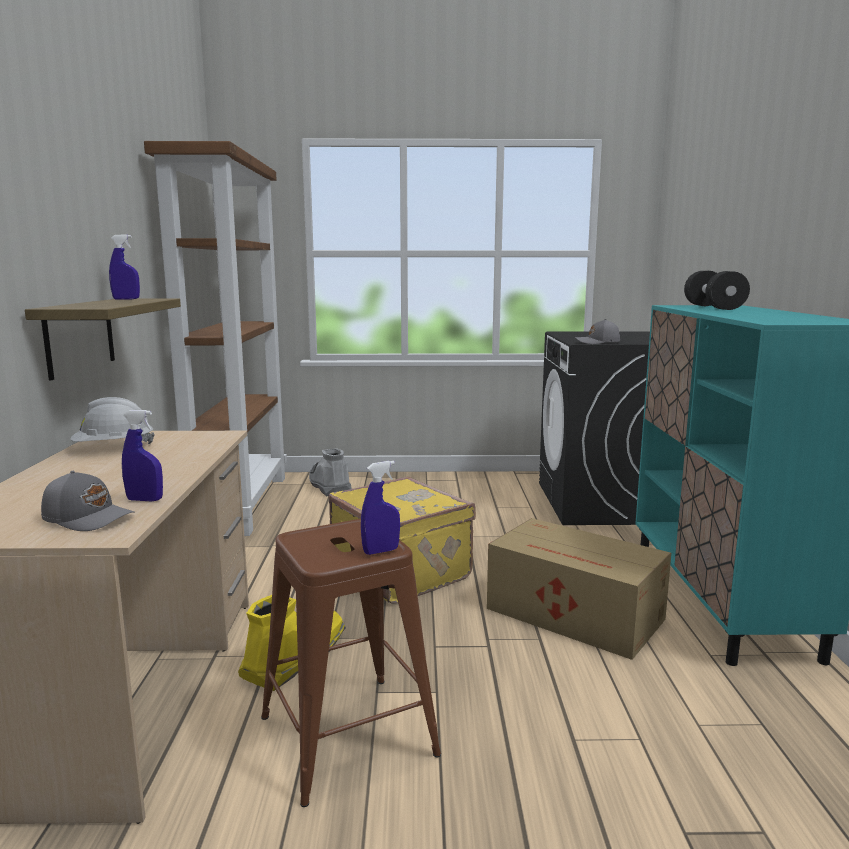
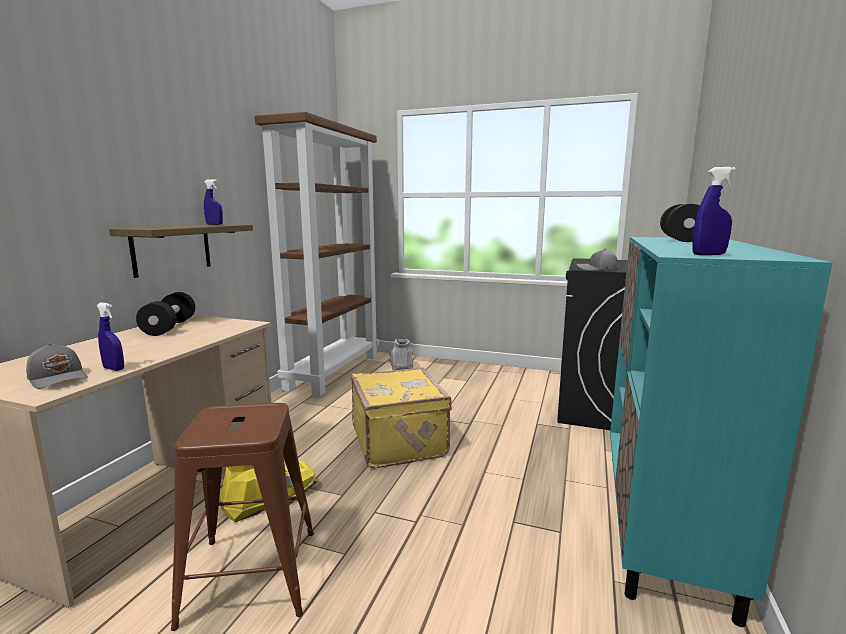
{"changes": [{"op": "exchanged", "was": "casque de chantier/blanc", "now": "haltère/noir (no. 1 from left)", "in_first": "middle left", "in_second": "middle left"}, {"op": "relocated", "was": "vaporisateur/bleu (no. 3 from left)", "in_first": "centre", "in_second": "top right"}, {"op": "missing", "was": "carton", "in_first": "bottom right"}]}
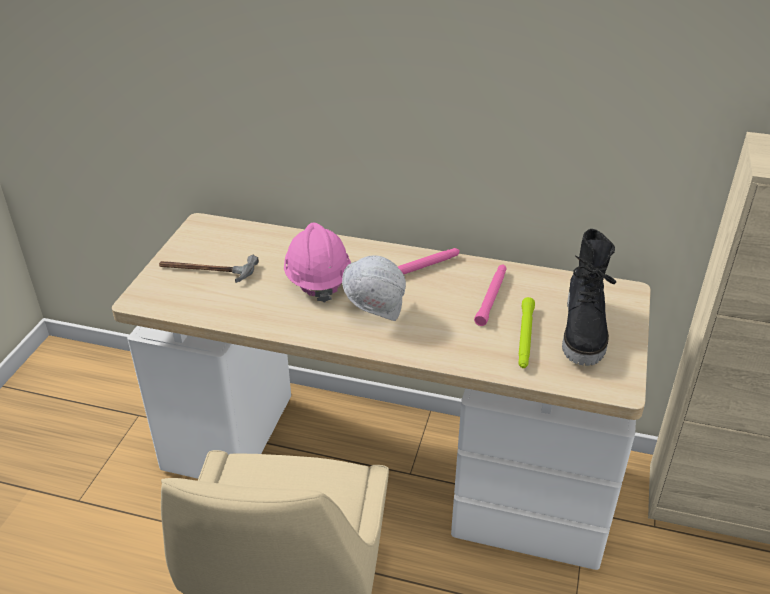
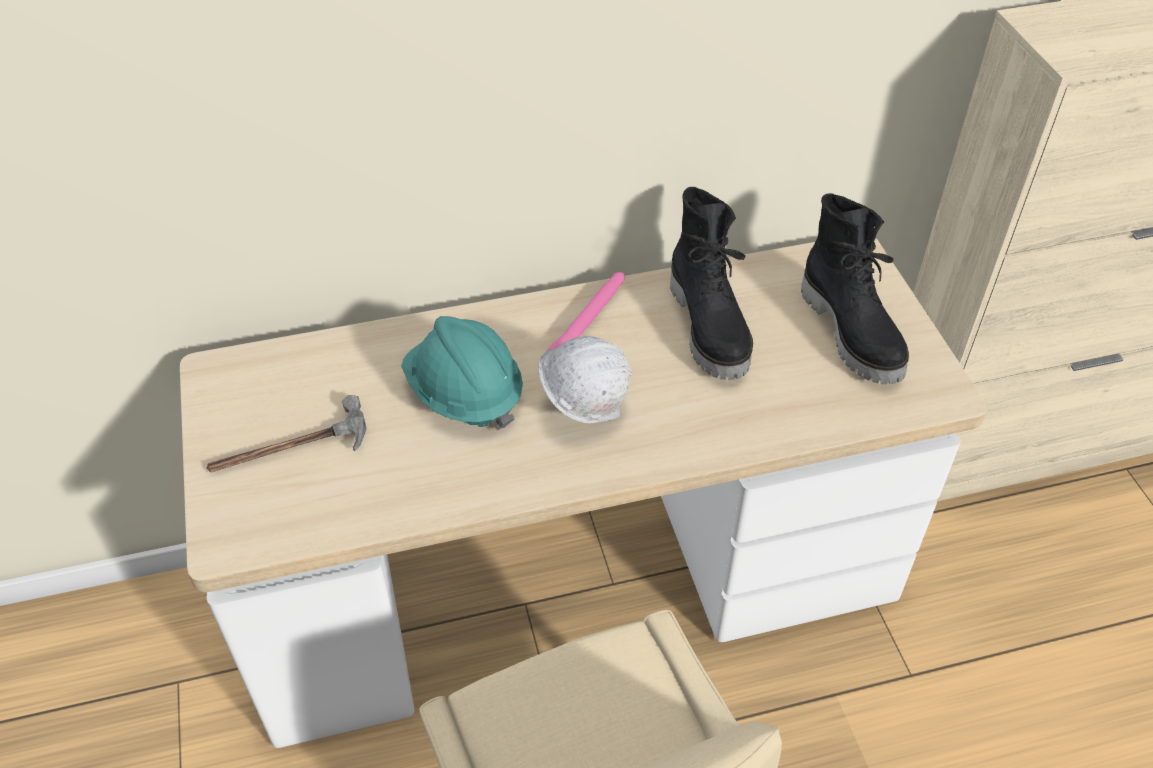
{"changes": [{"op": "colour", "was": "casque de chantier/rose", "now": "casque de chantier/turquoise", "in_first": "centre", "in_second": "centre"}, {"op": "exchanged", "was": "lampe de poche/rose (no. 2 from left)", "now": "botte/noir (no. 1 from left)", "in_first": "centre", "in_second": "centre"}, {"op": "missing", "was": "lampe de poche/vert", "in_first": "middle right"}]}
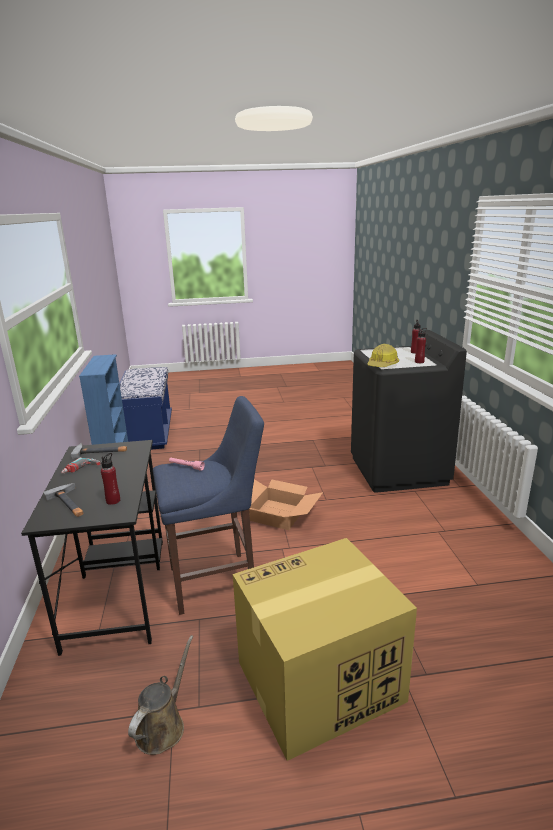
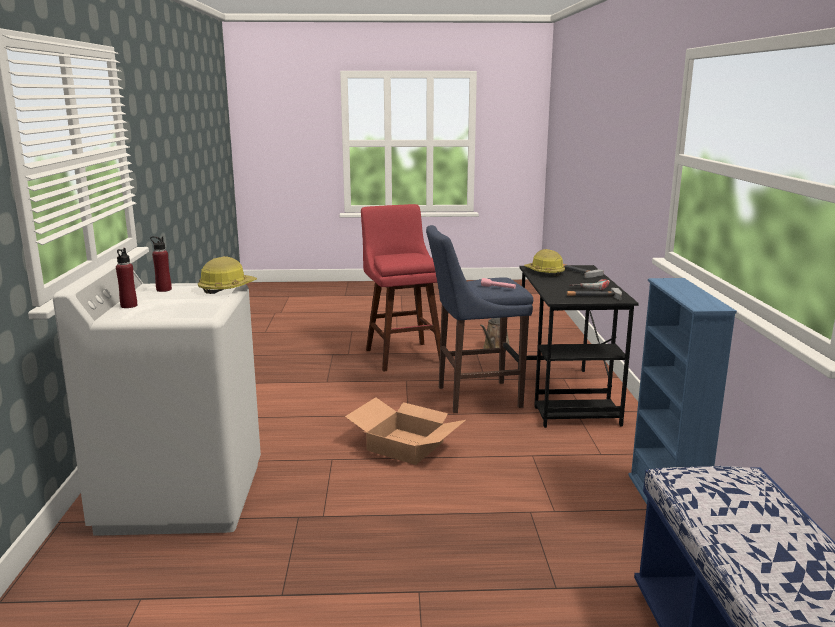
{"changes": [{"op": "exchanged", "was": "bouteille/rouge (no. 1 from left)", "now": "casque de chantier (no. 2 from left)", "in_first": "middle left", "in_second": "centre"}, {"op": "exchanged", "was": "carton (no. 2 from left)", "now": "tabouret/rouge", "in_first": "bottom centre", "in_second": "centre"}, {"op": "colour", "was": "lave-linge/noir", "now": "lave-linge/blanc", "in_first": "middle right", "in_second": "middle left"}]}
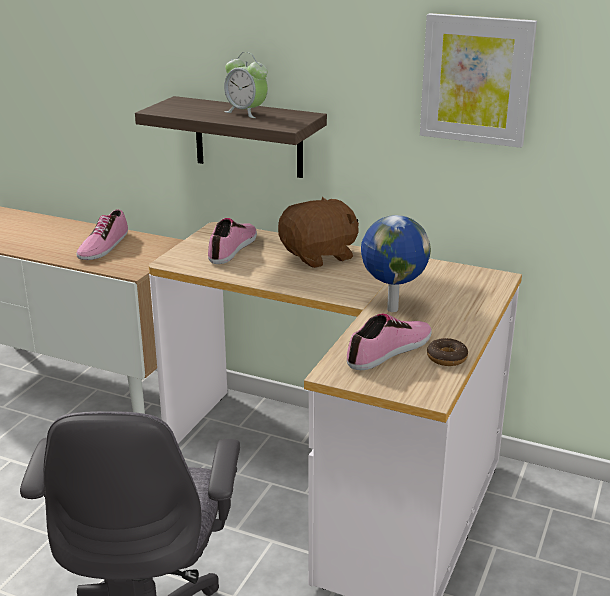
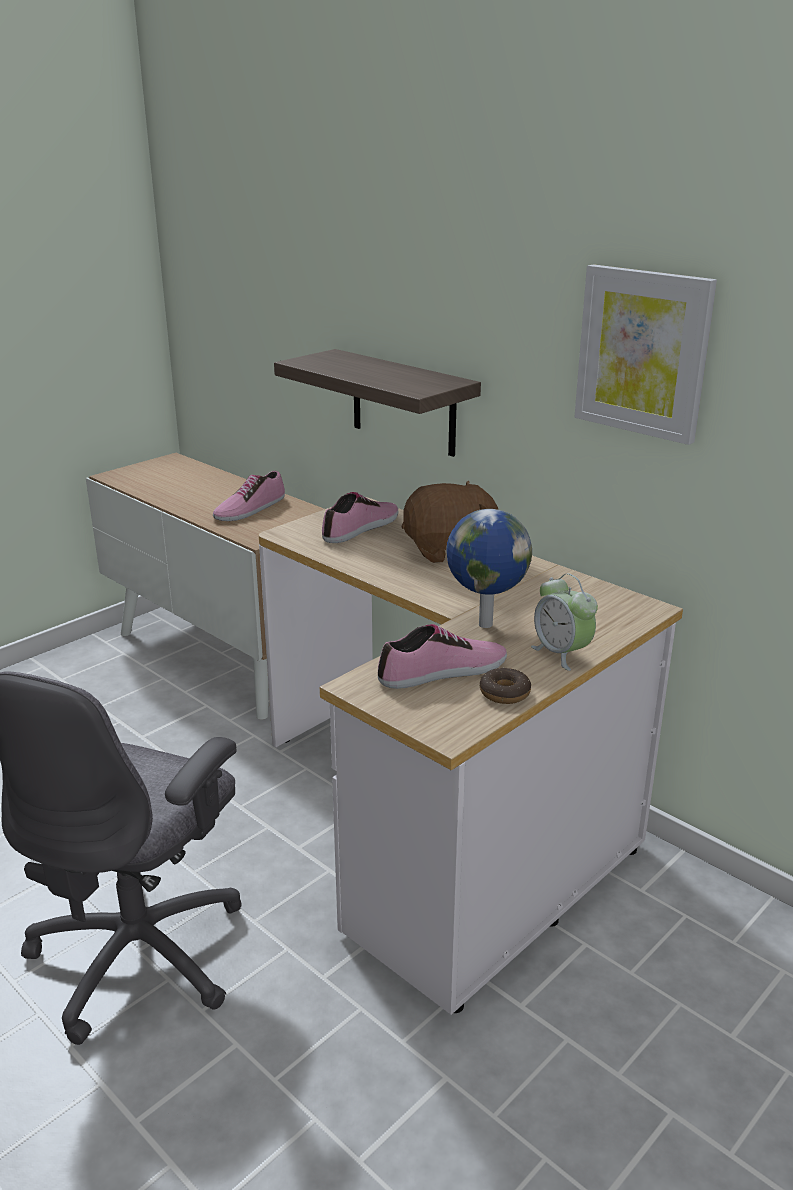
{"changes": [{"op": "relocated", "was": "réveil", "in_first": "top centre", "in_second": "middle right"}]}
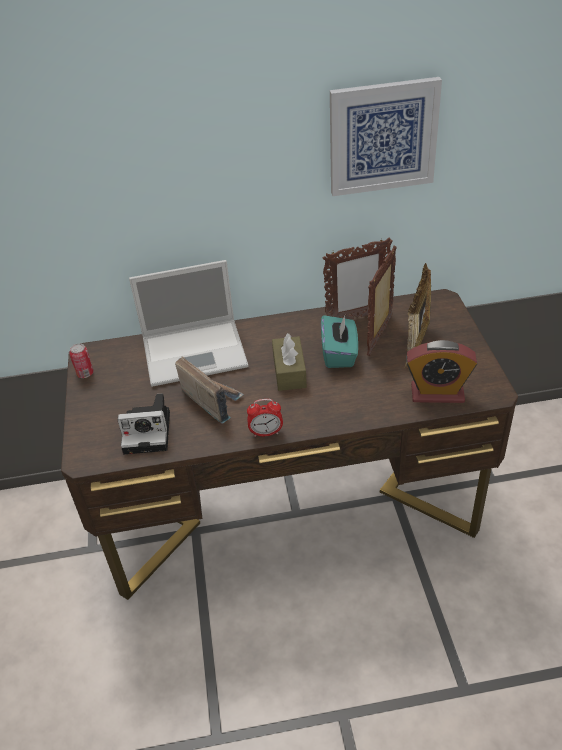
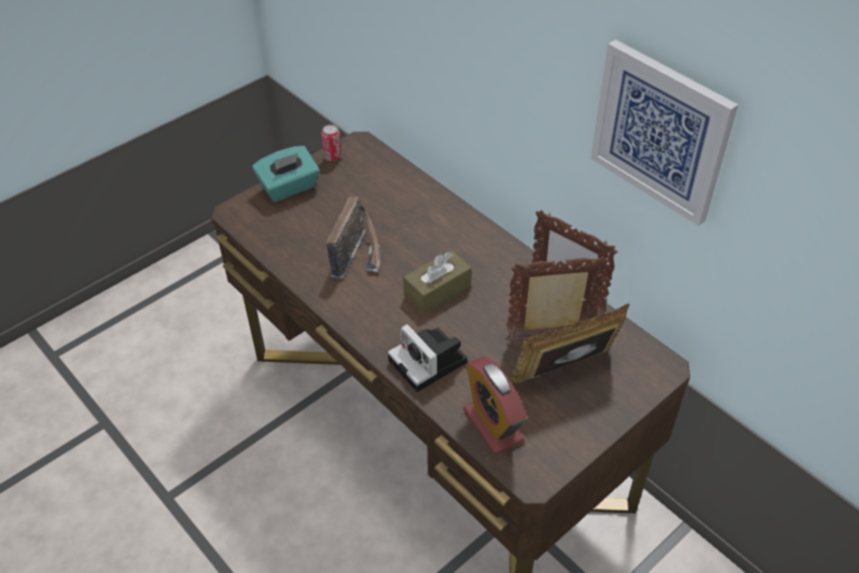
{"changes": [{"op": "relocated", "was": "appareil photo", "in_first": "middle left", "in_second": "centre"}, {"op": "missing", "was": "ordinateur portable", "in_first": "centre"}, {"op": "missing", "was": "réveil (no. 1 from left)", "in_first": "centre"}, {"op": "relocated", "was": "boîte à mouchoirs/turquoise", "in_first": "centre", "in_second": "top left"}]}
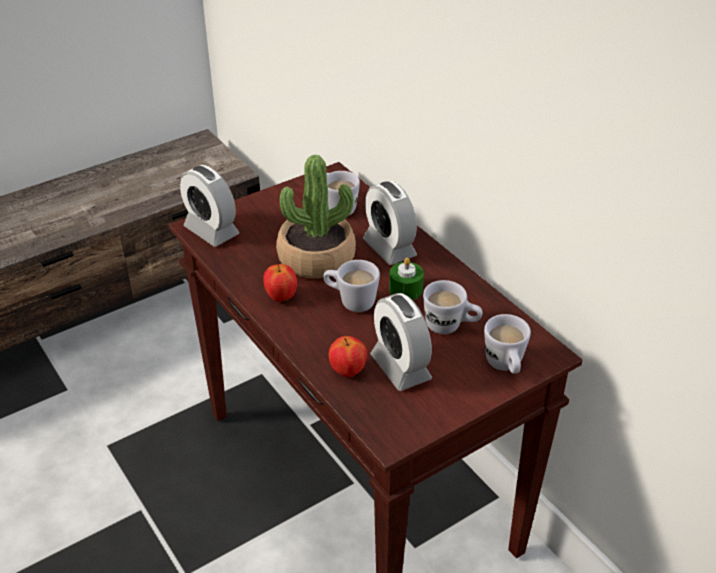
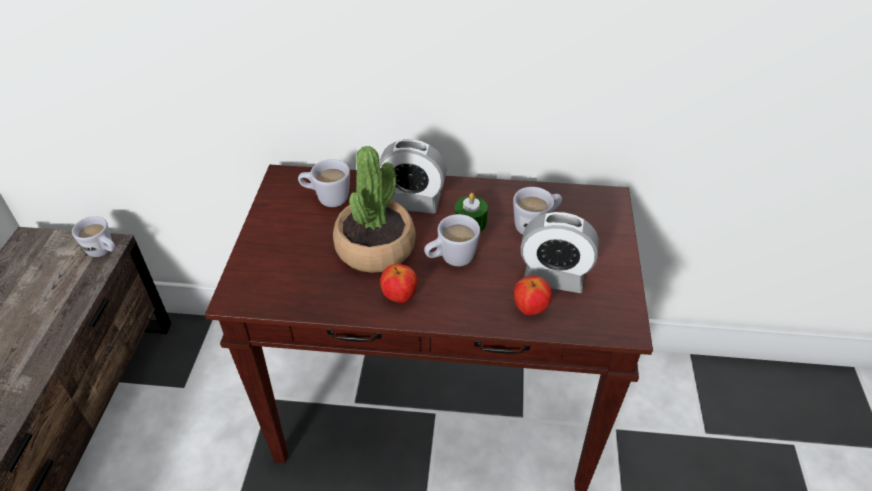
{"changes": [{"op": "missing", "was": "réveil (no. 1 from left)", "in_first": "middle left"}, {"op": "relocated", "was": "mug/blanc (no. 4 from left in the first image)", "now": "mug/blanc (no. 1 from left)", "in_first": "middle right", "in_second": "middle left"}]}
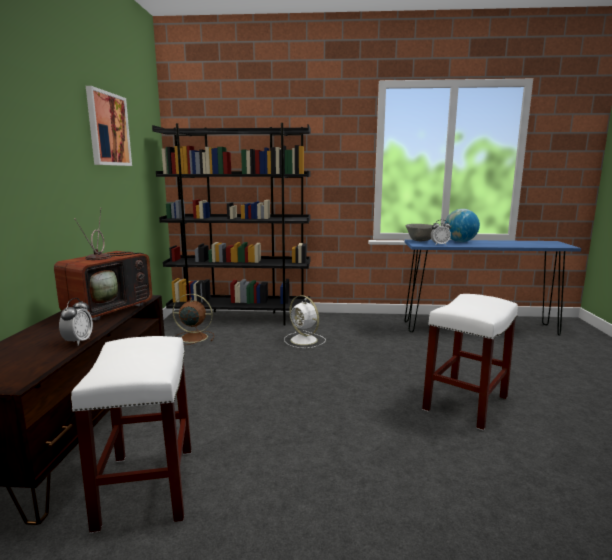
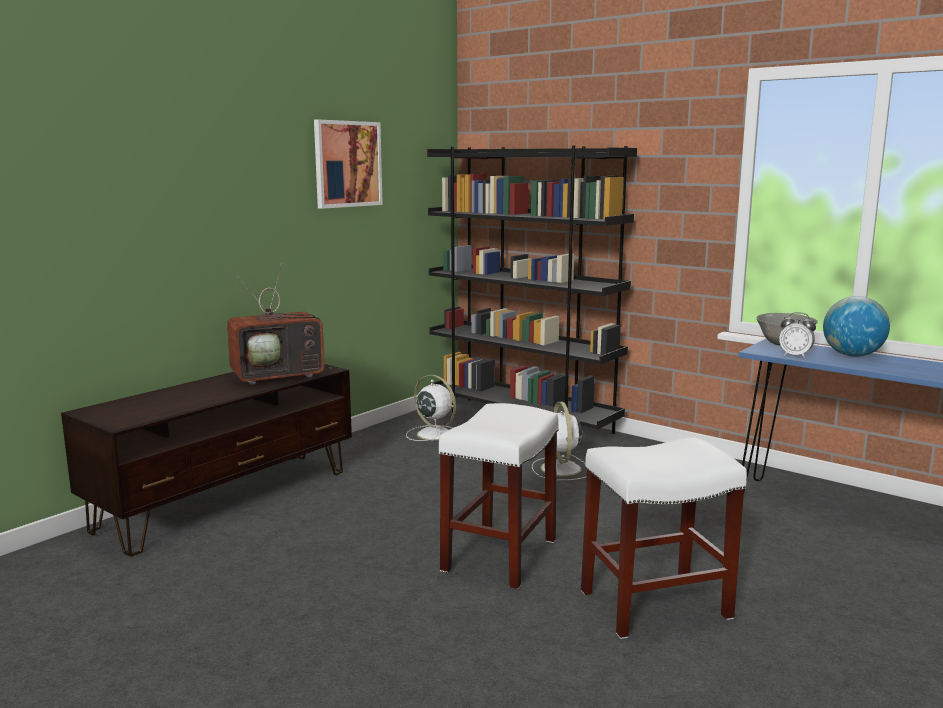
{"changes": [{"op": "missing", "was": "réveil (no. 1 from left)", "in_first": "middle left"}, {"op": "relocated", "was": "tabouret/blanc (no. 1 from left)", "in_first": "bottom left", "in_second": "bottom centre"}, {"op": "colour", "was": "ventilateur/marron", "now": "ventilateur/blanc (no. 1 from left)", "in_first": "middle left", "in_second": "centre"}]}
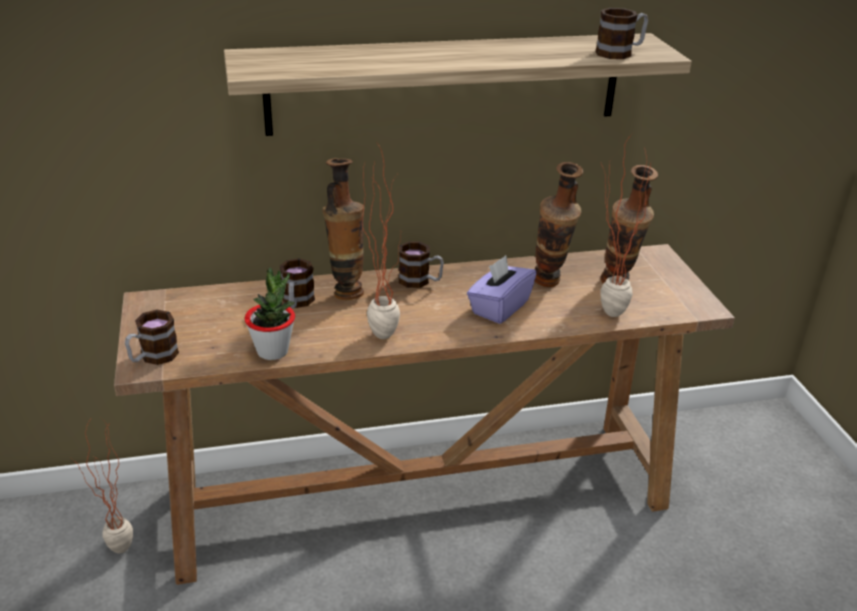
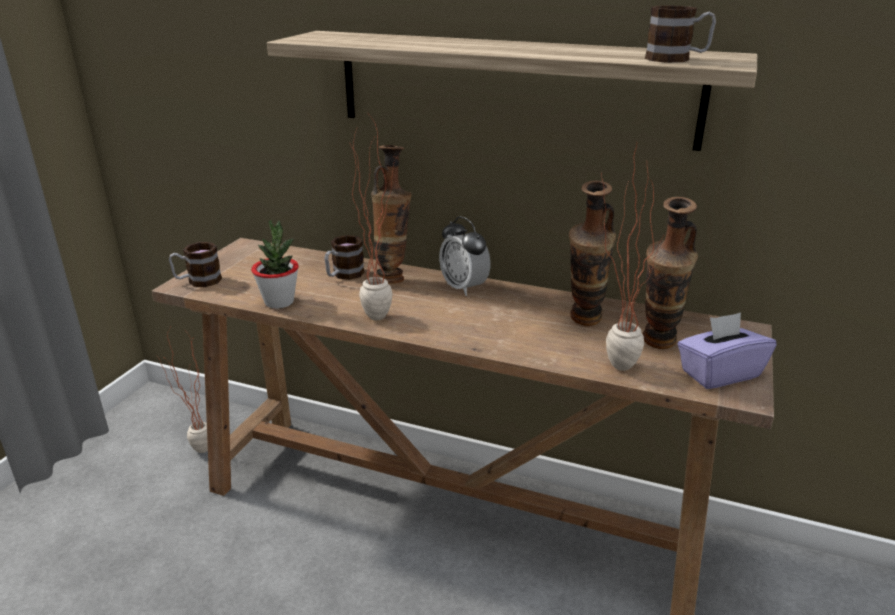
{"changes": [{"op": "exchanged", "was": "mug (no. 3 from left)", "now": "réveil", "in_first": "centre", "in_second": "centre"}, {"op": "relocated", "was": "boîte à mouchoirs/violet", "in_first": "centre", "in_second": "middle right"}]}
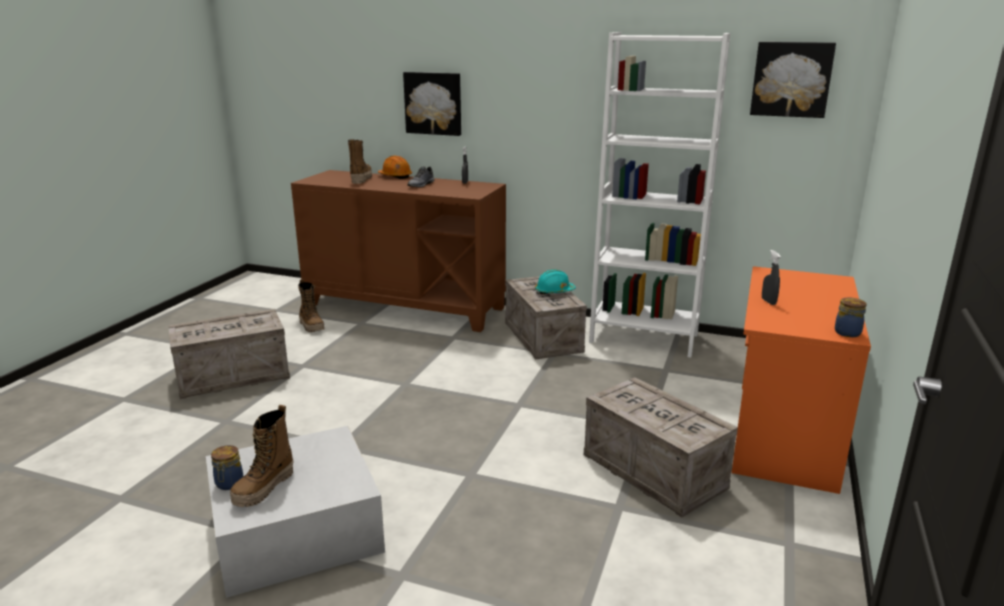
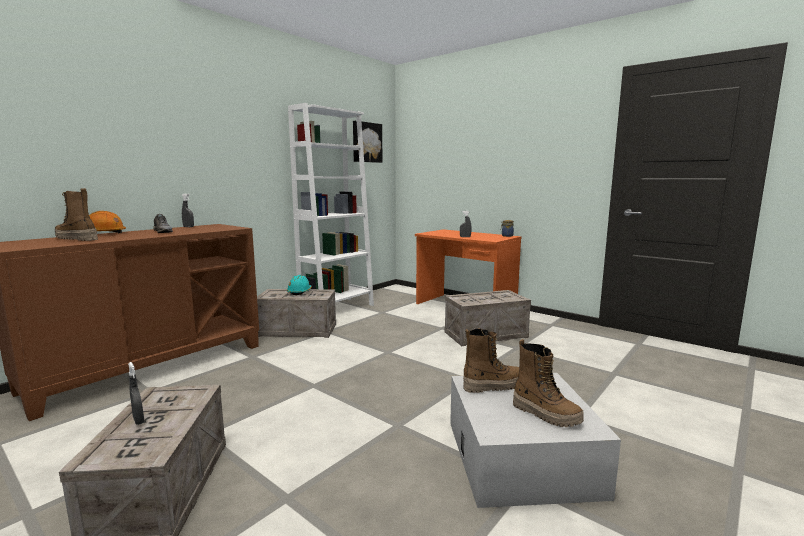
{"changes": [{"op": "missing", "was": "bocal (no. 1 from left)", "in_first": "bottom left"}, {"op": "relocated", "was": "botte (no. 2 from left)", "in_first": "middle left", "in_second": "bottom centre"}, {"op": "missing", "was": "tableau (no. 1 from left)", "in_first": "top centre"}, {"op": "appeared", "now": "vaporisateur/gris (no. 1 from left)", "in_second": "bottom left"}]}
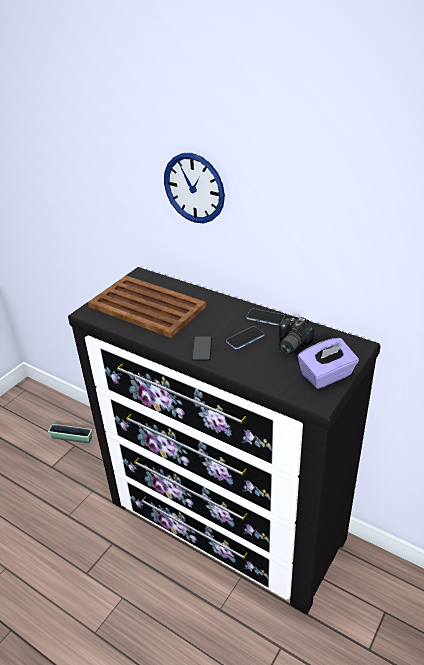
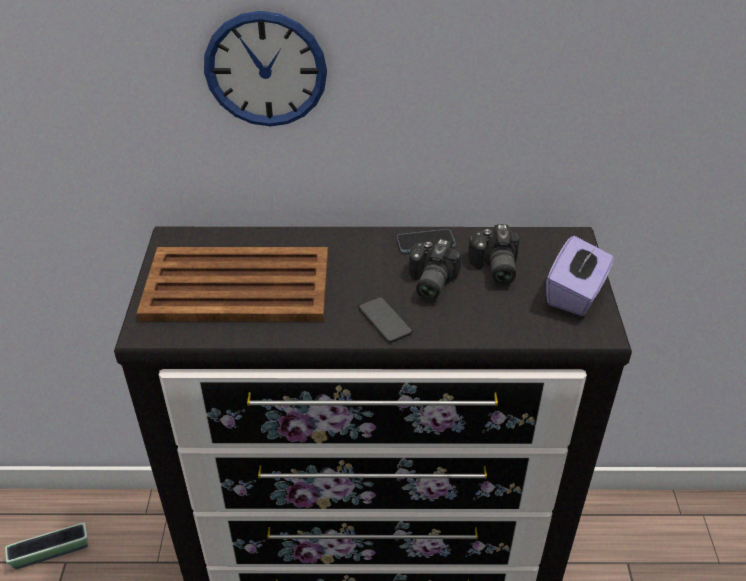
{"changes": [{"op": "exchanged", "was": "téléphone (no. 2 from left)", "now": "appareil photo (no. 1 from left)", "in_first": "centre", "in_second": "centre"}]}
